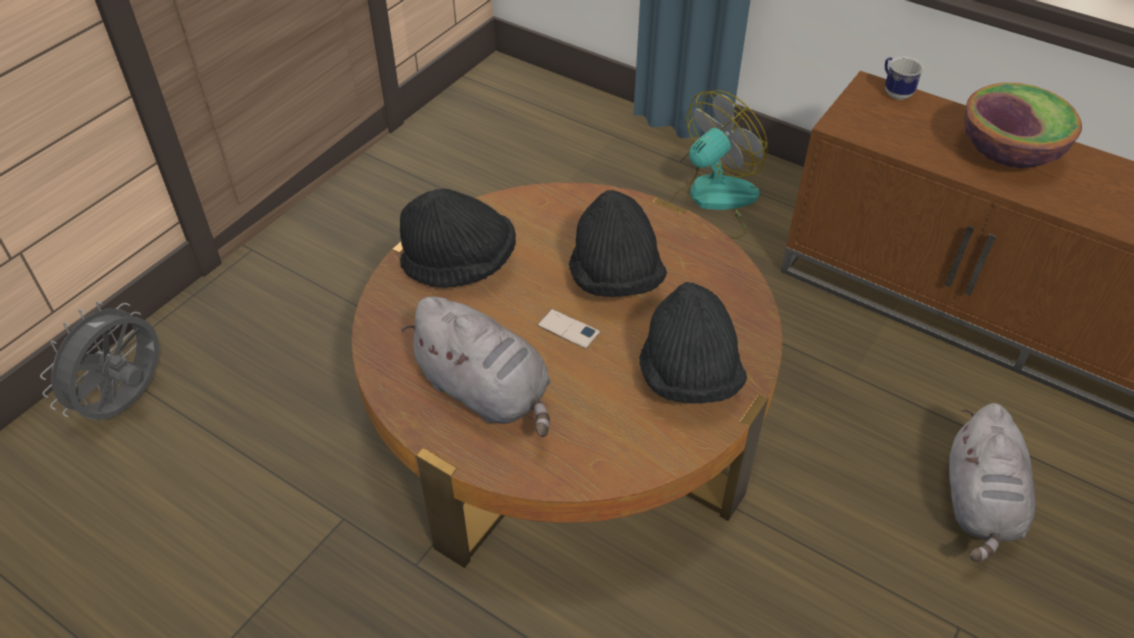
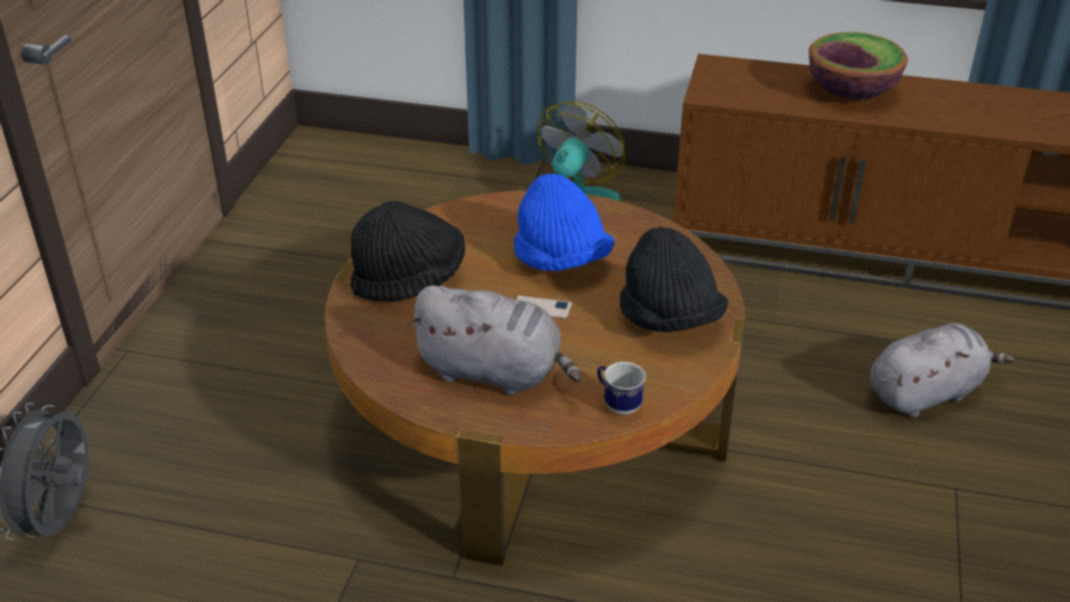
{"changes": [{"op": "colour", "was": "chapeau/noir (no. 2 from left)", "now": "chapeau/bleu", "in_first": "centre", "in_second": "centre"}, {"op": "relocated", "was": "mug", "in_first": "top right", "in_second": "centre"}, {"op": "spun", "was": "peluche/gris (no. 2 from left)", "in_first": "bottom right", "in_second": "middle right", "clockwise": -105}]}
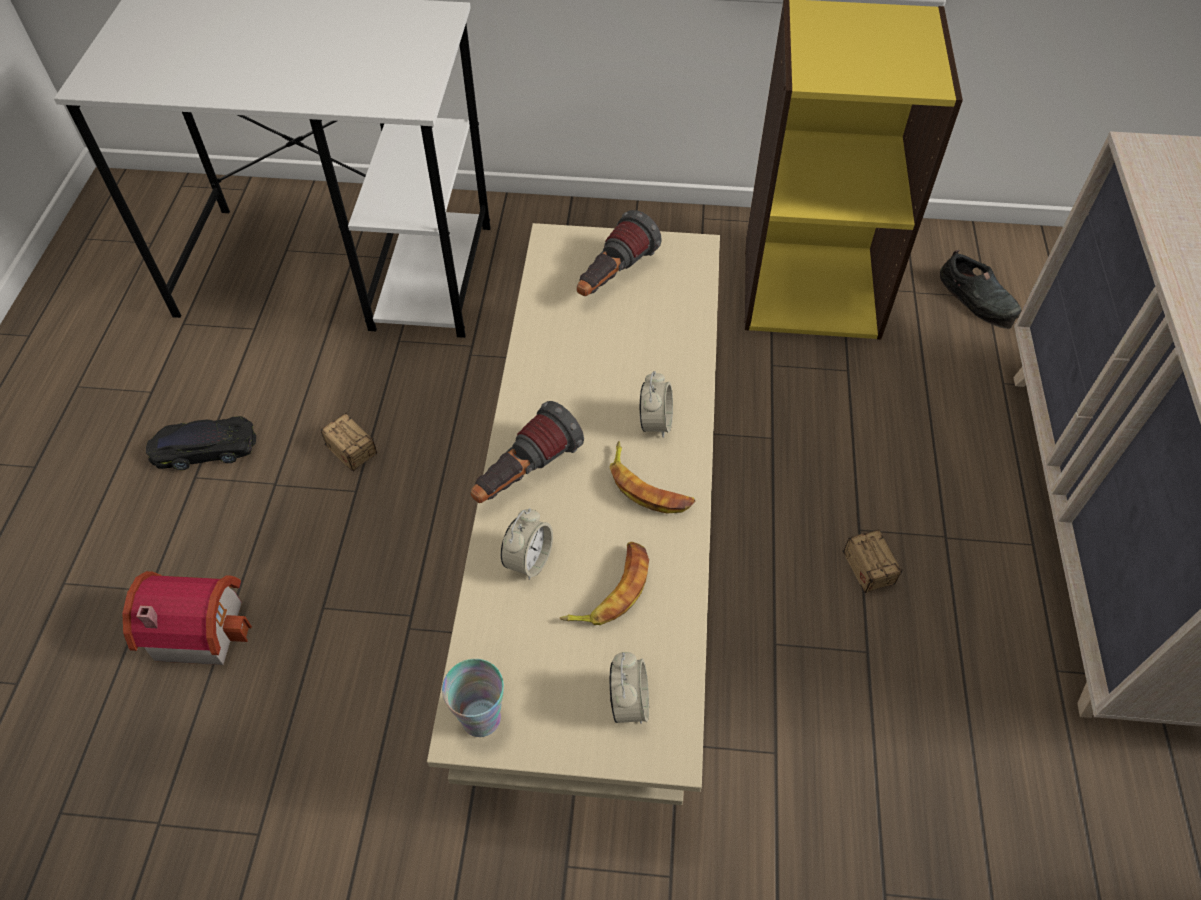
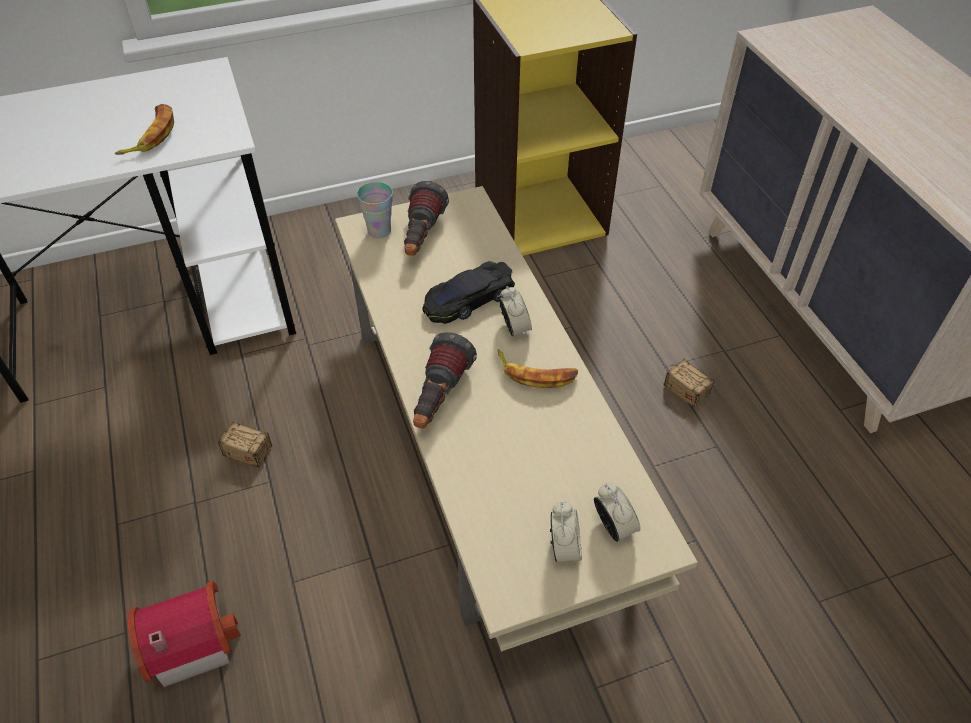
{"changes": [{"op": "relocated", "was": "petite voiture/noir", "in_first": "middle left", "in_second": "centre"}, {"op": "relocated", "was": "tasse", "in_first": "bottom centre", "in_second": "top centre"}, {"op": "relocated", "was": "réveil (no. 1 from left in the first image)", "now": "réveil (no. 2 from left)", "in_first": "centre", "in_second": "bottom centre"}, {"op": "relocated", "was": "banane (no. 1 from left)", "in_first": "centre", "in_second": "top left"}, {"op": "missing", "was": "chaussure/noir", "in_first": "top right"}]}
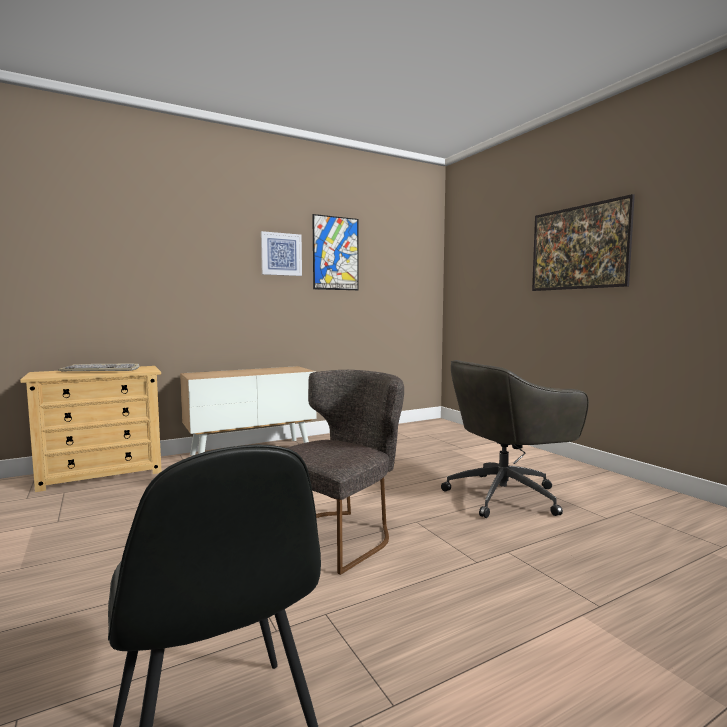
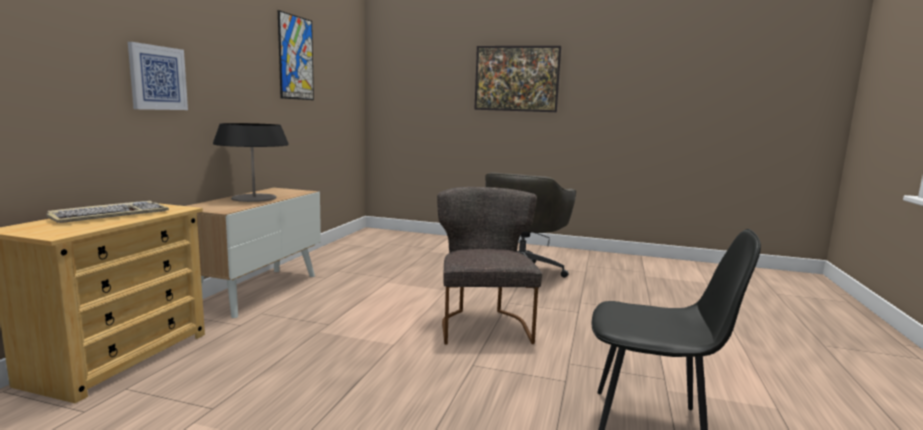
{"changes": [{"op": "relocated", "was": "tableau (no. 1 from left)", "in_first": "centre", "in_second": "top left"}, {"op": "appeared", "now": "lampe de table", "in_second": "middle left"}]}
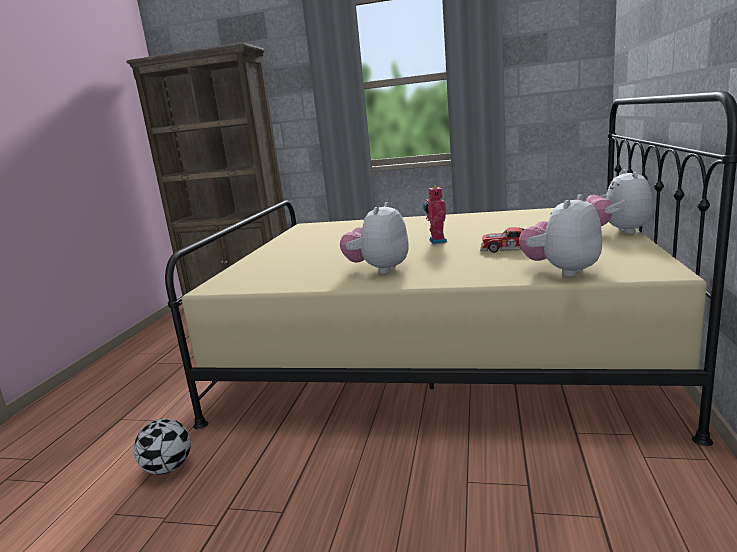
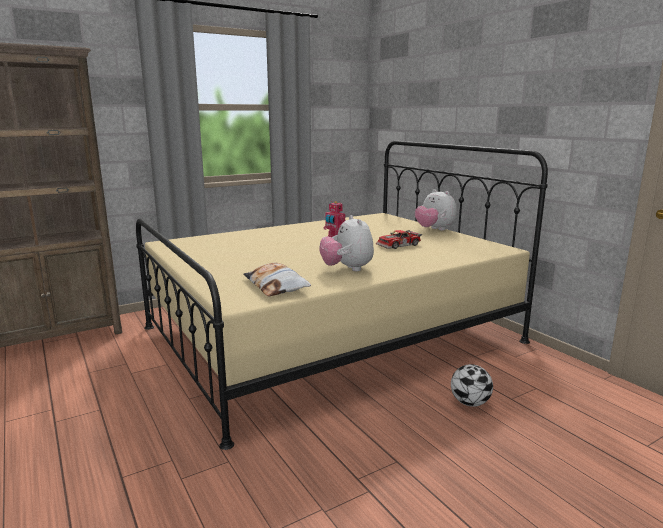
{"changes": [{"op": "relocated", "was": "ballon de foot", "in_first": "bottom left", "in_second": "bottom right"}, {"op": "missing", "was": "peluche (no. 2 from left)", "in_first": "middle right"}, {"op": "appeared", "now": "coussin", "in_second": "centre"}]}
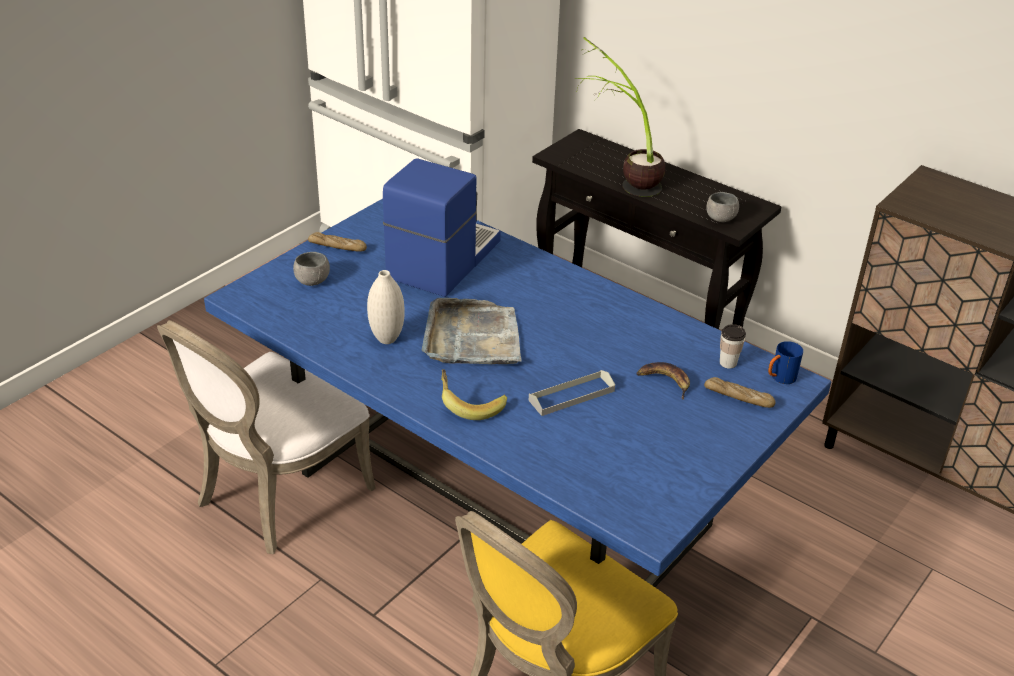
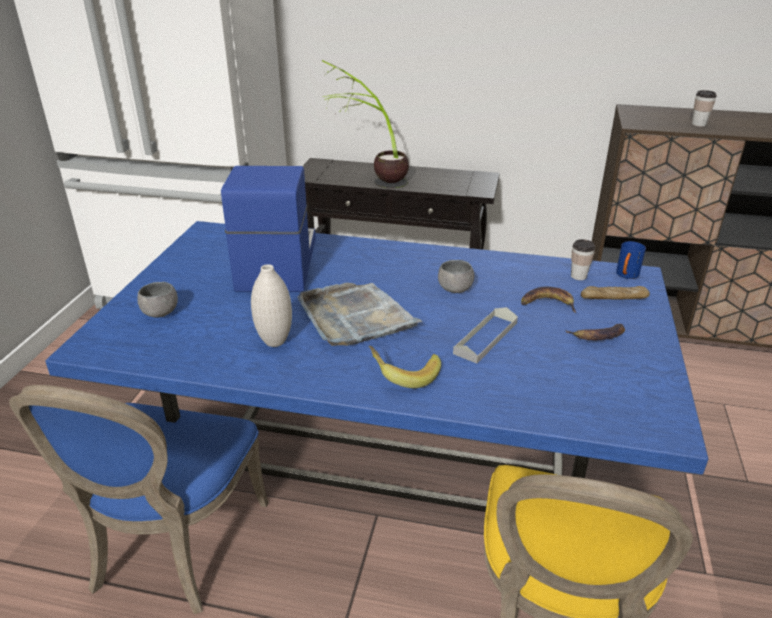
{"changes": [{"op": "colour", "was": "chaise/blanc", "now": "chaise/bleu", "in_first": "middle left", "in_second": "bottom left"}, {"op": "missing", "was": "pain (no. 1 from left)", "in_first": "middle left"}, {"op": "relocated", "was": "bol/gris (no. 2 from left)", "in_first": "top right", "in_second": "centre"}, {"op": "appeared", "now": "banane (no. 3 from left)", "in_second": "middle right"}, {"op": "appeared", "now": "tasse (no. 2 from left)", "in_second": "top right"}]}
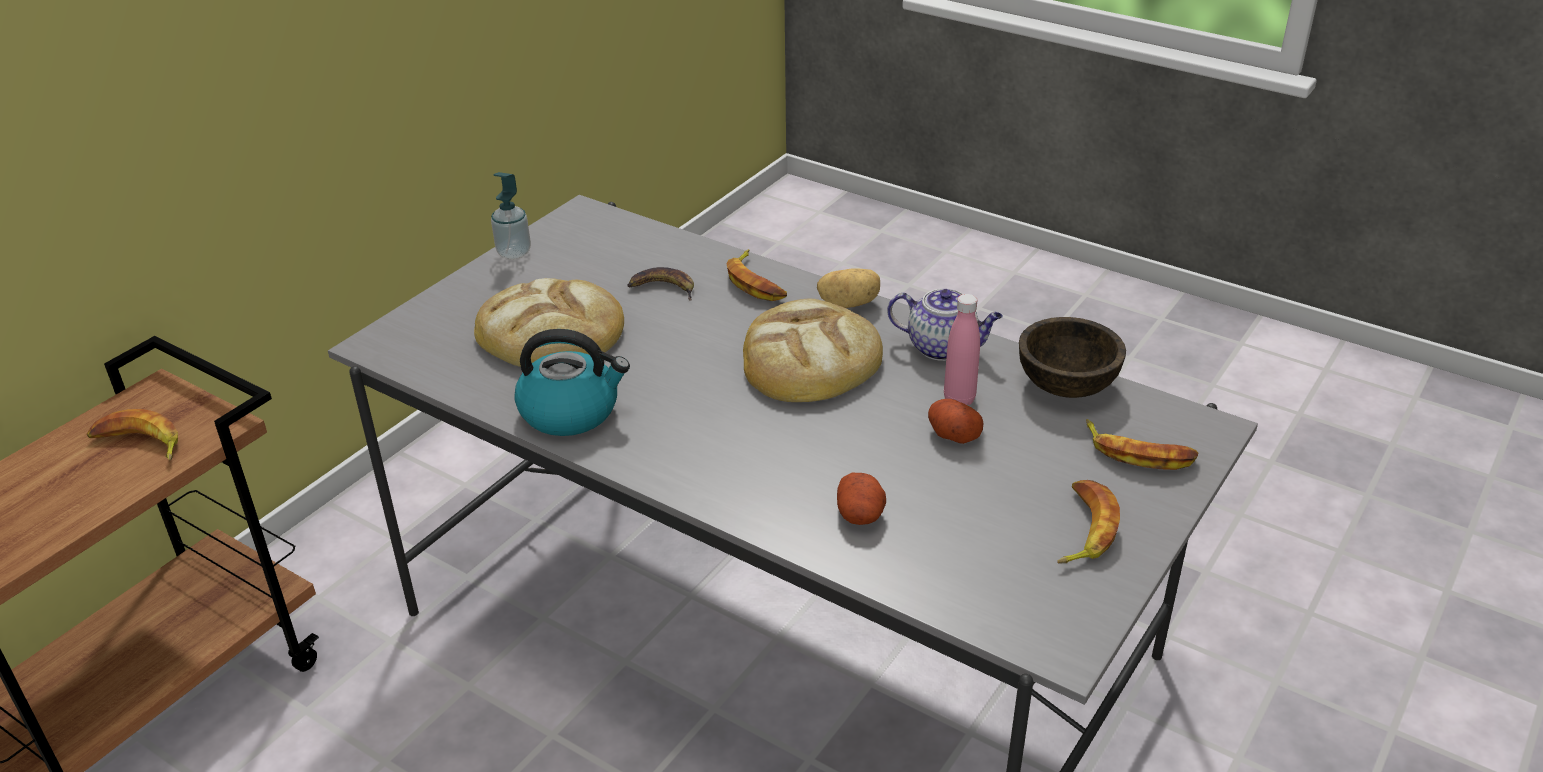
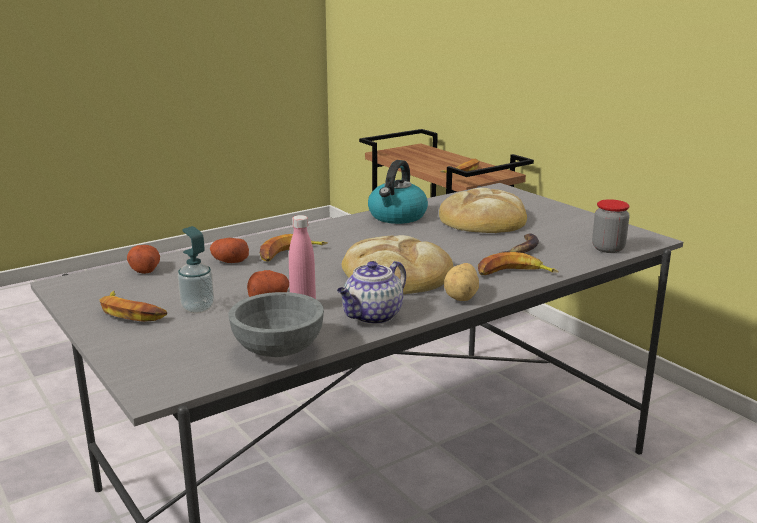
{"changes": [{"op": "relocated", "was": "distributeur de savon", "in_first": "top left", "in_second": "middle left"}, {"op": "colour", "was": "bol/marron", "now": "bol/gris", "in_first": "middle right", "in_second": "centre"}, {"op": "relocated", "was": "banane (no. 5 from left in the first image)", "now": "banane (no. 2 from left)", "in_first": "middle right", "in_second": "centre"}, {"op": "appeared", "now": "pomme de terre (no. 1 from left)", "in_second": "middle left"}, {"op": "appeared", "now": "bocal", "in_second": "middle right"}]}
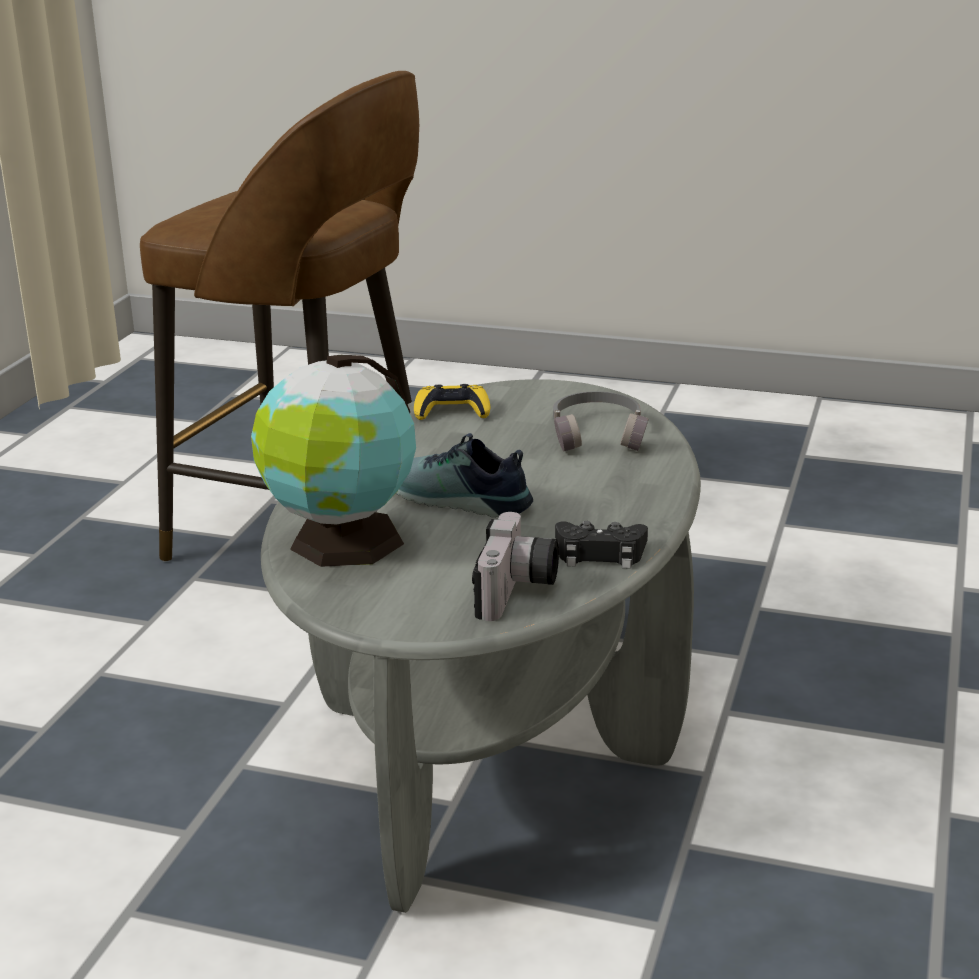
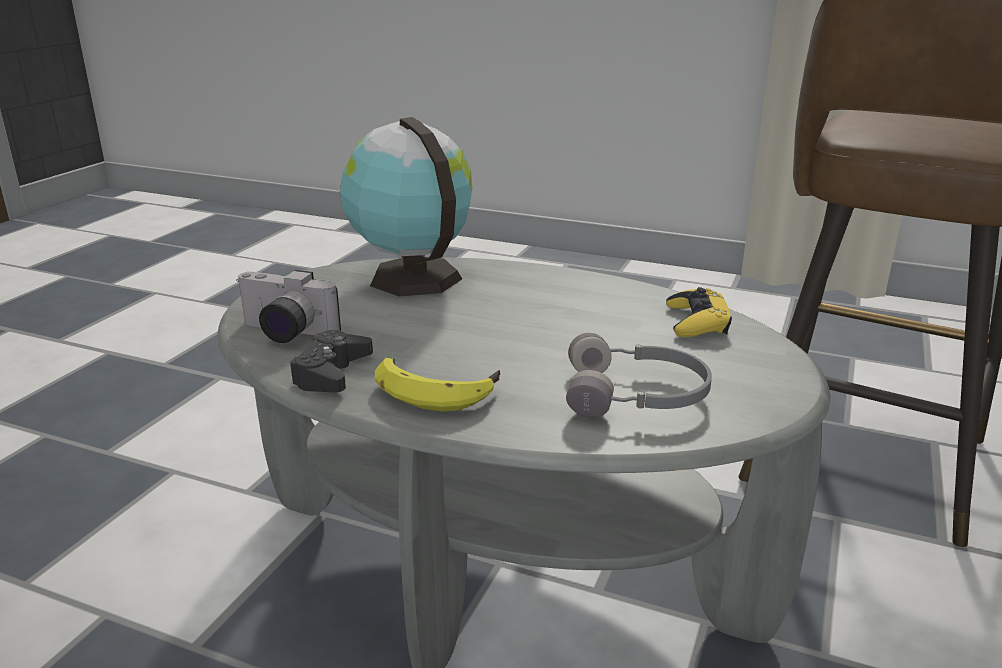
{"changes": [{"op": "missing", "was": "chaussure", "in_first": "centre"}, {"op": "appeared", "now": "banane", "in_second": "centre"}]}
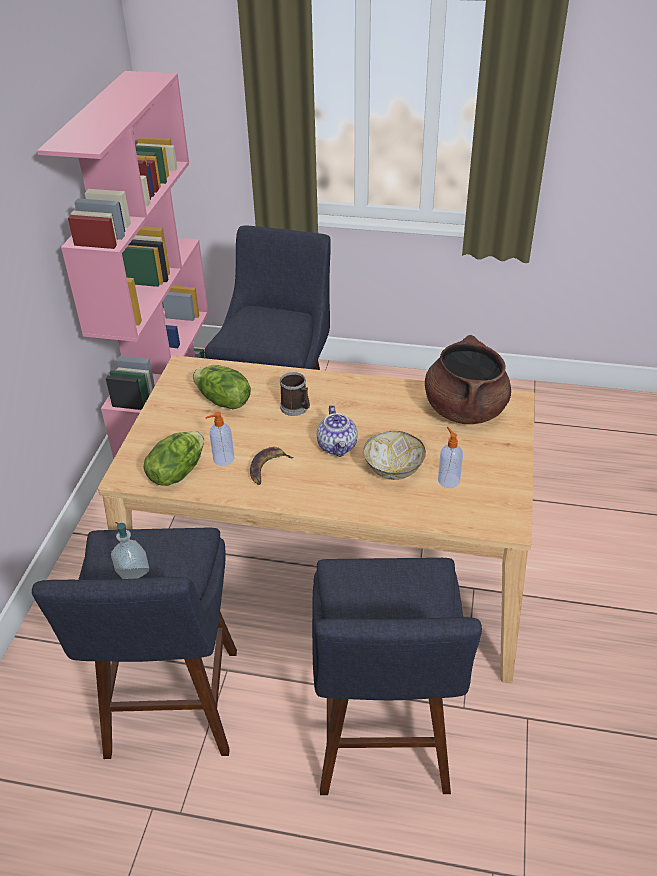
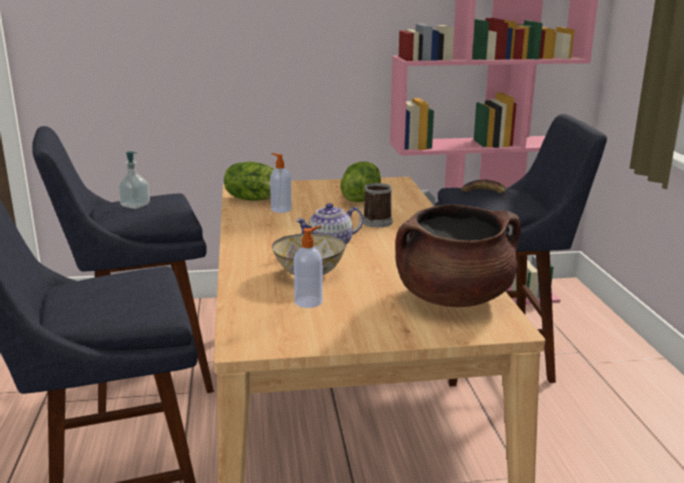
{"changes": [{"op": "relocated", "was": "banane", "in_first": "centre", "in_second": "middle right"}]}
